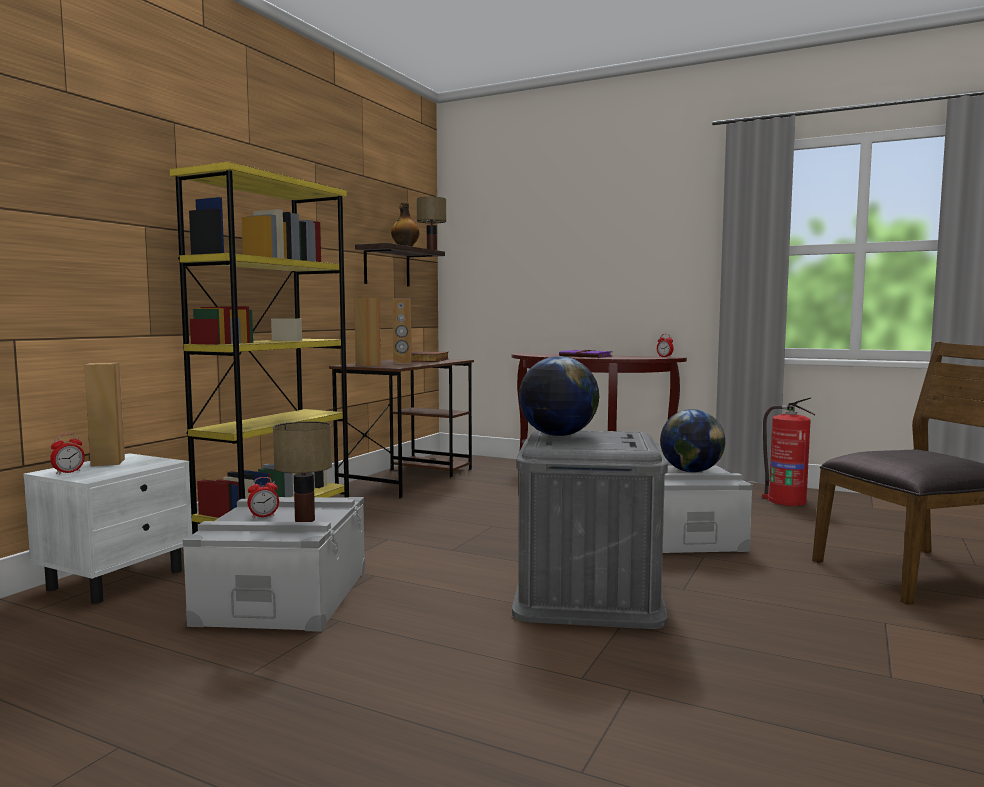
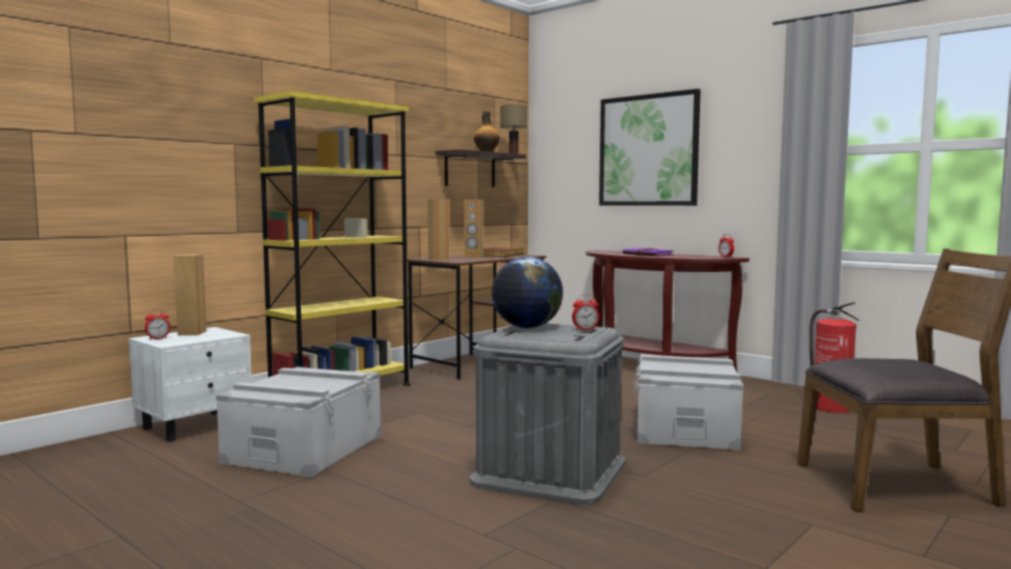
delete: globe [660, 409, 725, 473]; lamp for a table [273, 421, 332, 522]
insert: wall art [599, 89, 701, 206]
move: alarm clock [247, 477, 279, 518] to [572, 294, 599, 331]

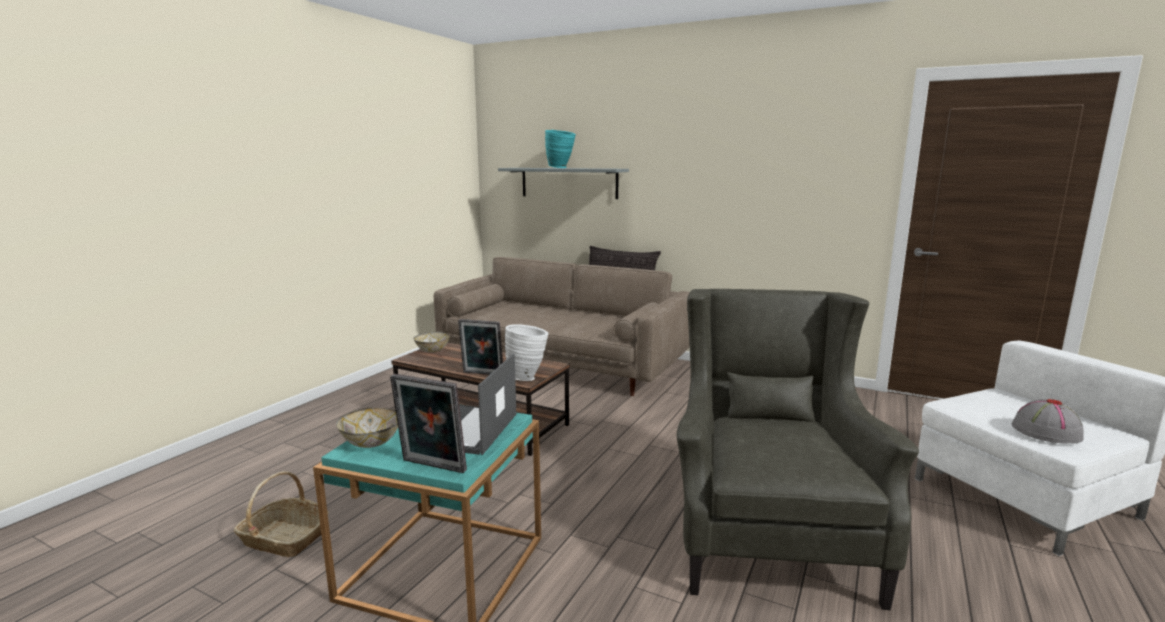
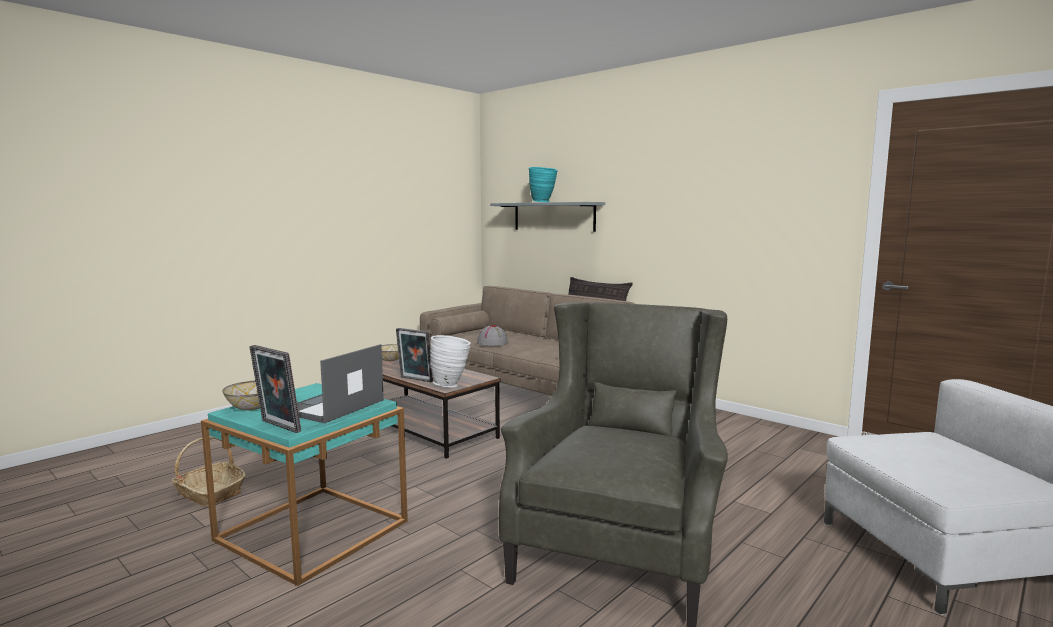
move: grey wearable hat [1012, 399, 1084, 444] to [477, 325, 508, 346]

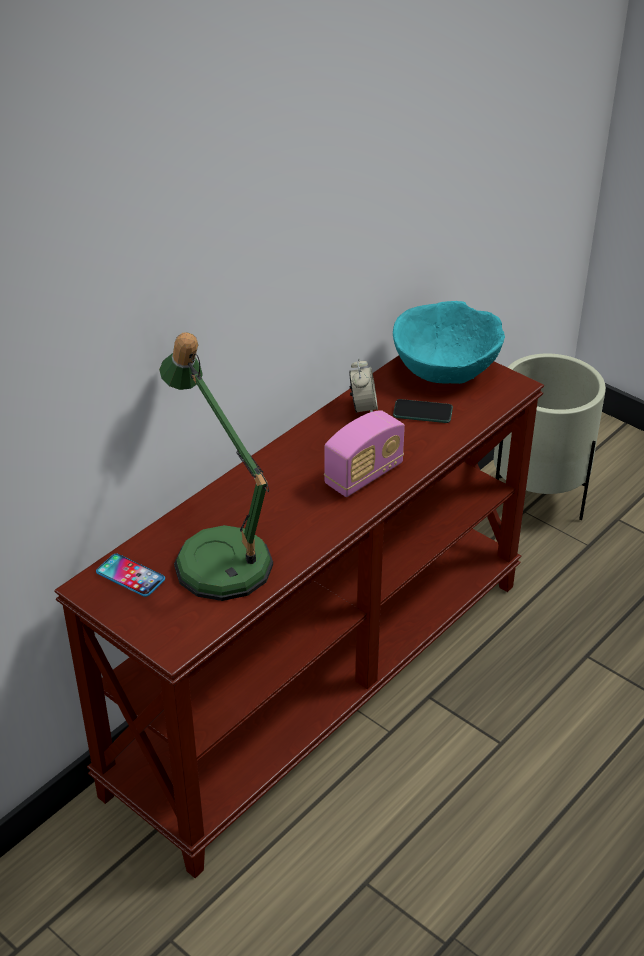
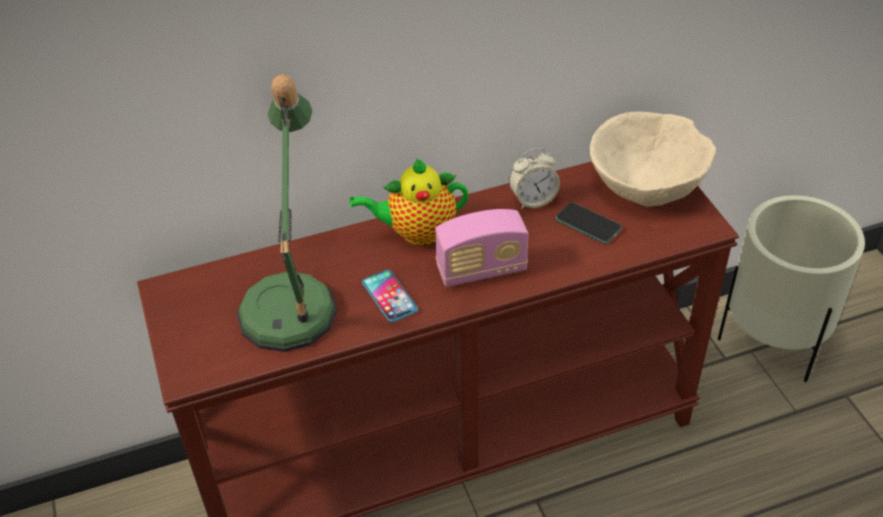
insert: teapot [349, 158, 469, 245]
move: phone [96, 554, 165, 597] to [362, 270, 418, 322]
recolor: turquoise-coloured serving bowl [393, 301, 505, 384] to beige serving bowl [590, 112, 716, 207]
rotate: alarm clock [349, 357, 378, 413] = [509, 148, 560, 209] 45 degrees clockwise

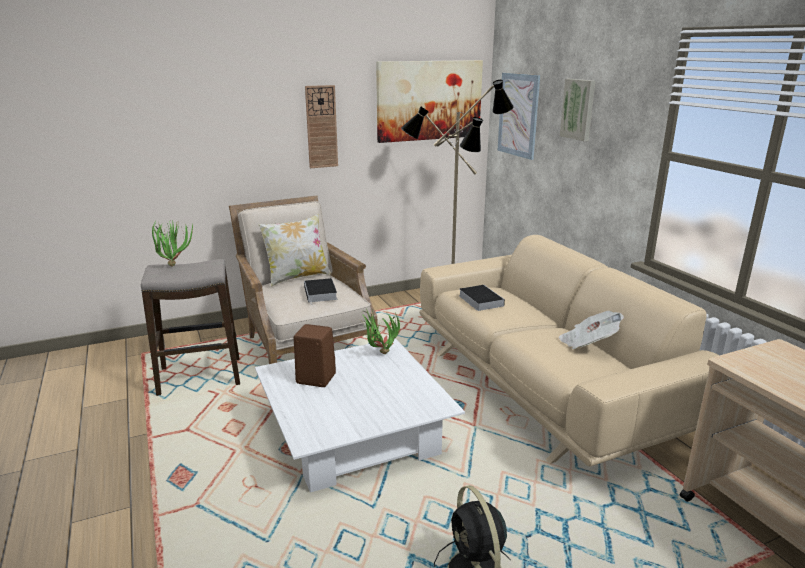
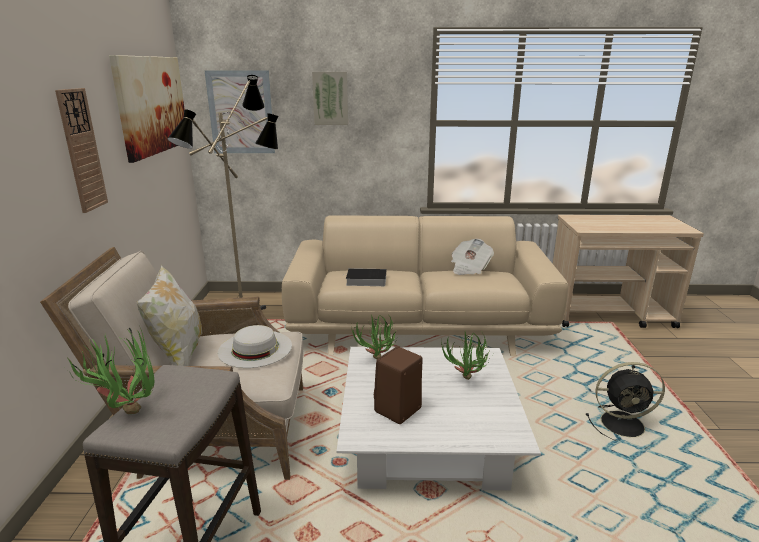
insert: plant in a pot [441, 332, 490, 380]
replace: volume [304, 278, 337, 304] to white-coloured wearable hat [218, 325, 292, 368]

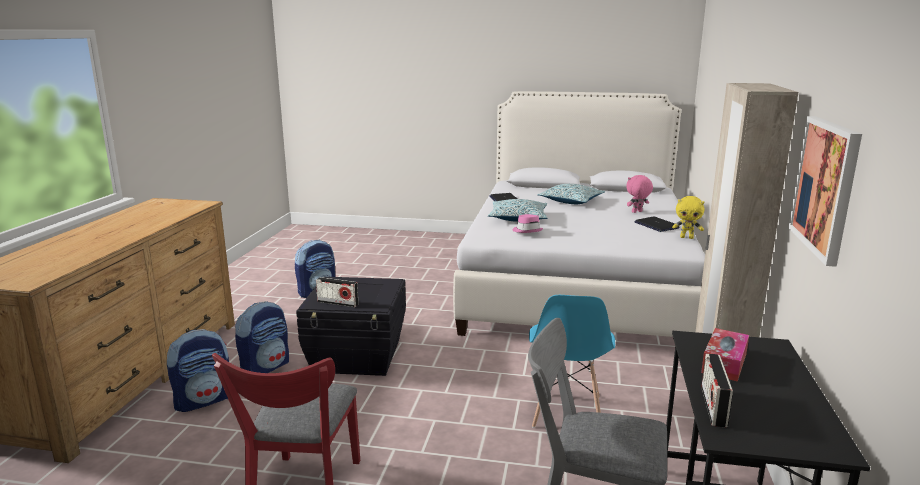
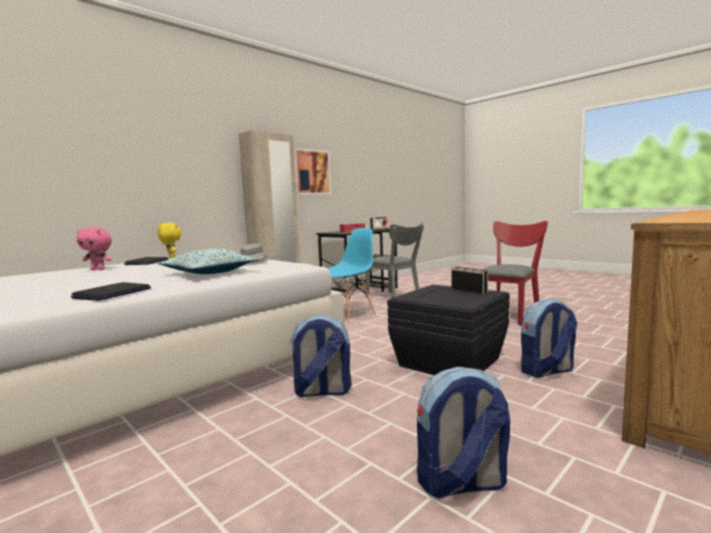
delete: throw pillow [538, 184, 605, 204]
move: backpack [167, 329, 229, 412] to [289, 315, 351, 397]
recolor: pink wearable hat [513, 214, 543, 233] to grey wearable hat [240, 244, 268, 266]

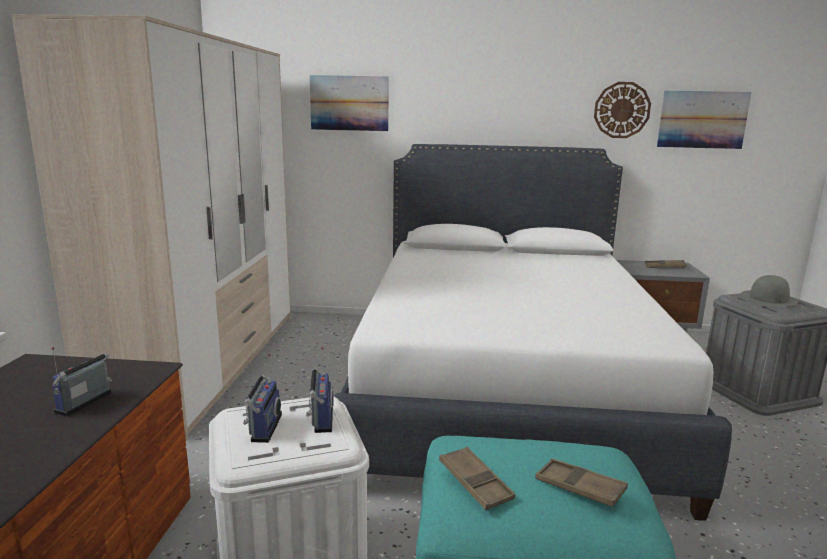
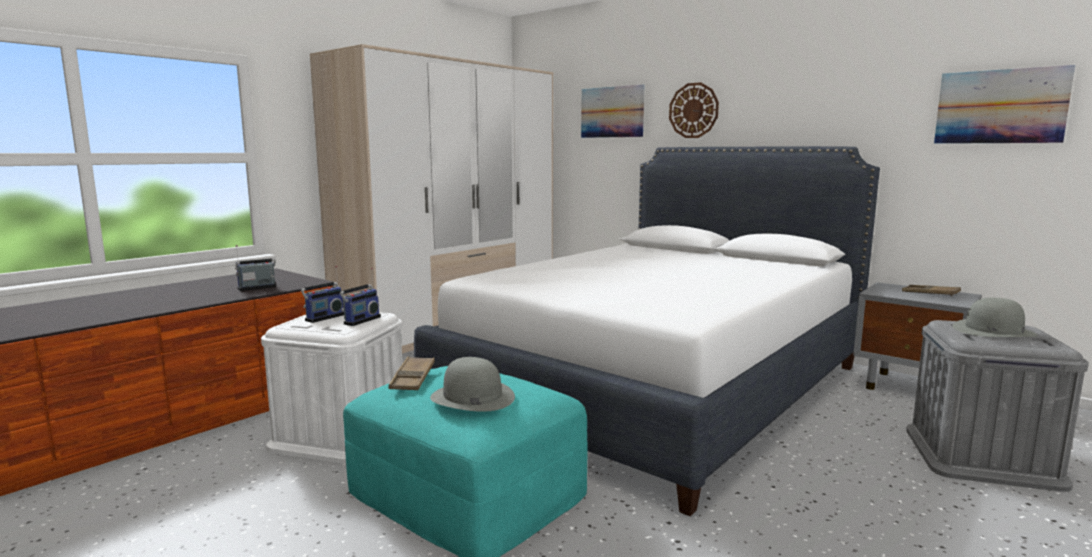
move: clock on the wall [594, 82, 651, 138] to [669, 82, 719, 138]
replace: brown serving tray [535, 459, 628, 506] to grey wearable hat [430, 357, 515, 412]

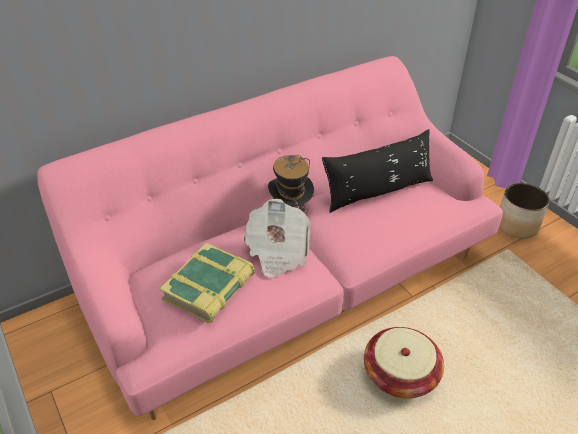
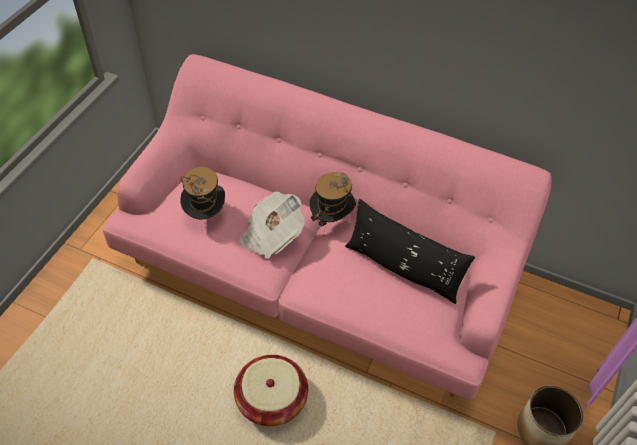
replace: volume [160, 243, 255, 323] to wearable hat [180, 167, 225, 220]

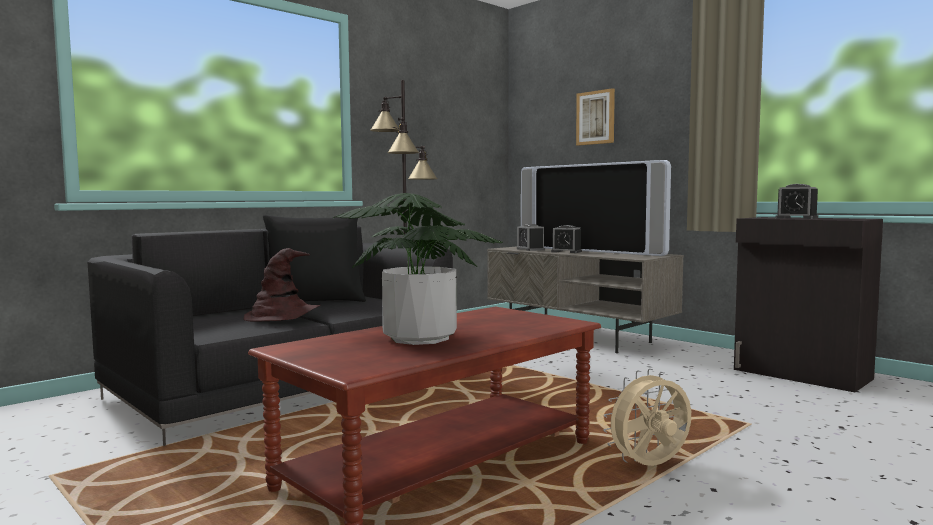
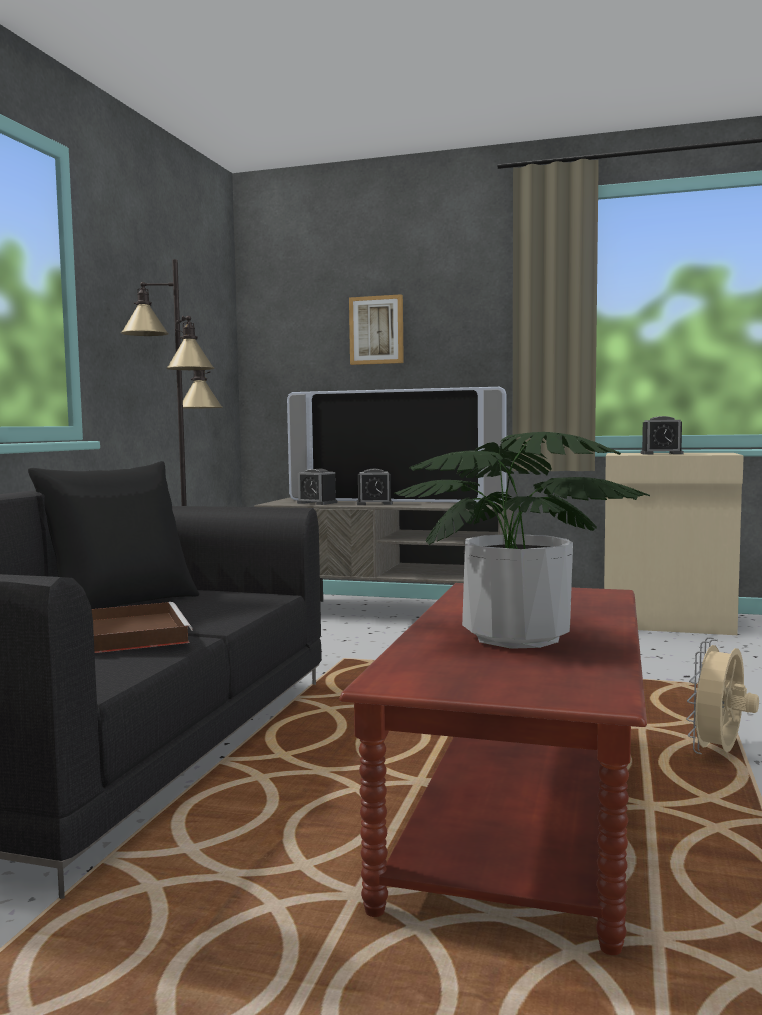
replace: brown wearable hat [243, 248, 320, 321] to brown serving tray [91, 602, 193, 653]
recolor: black cabinet [734, 217, 883, 392] to beige cabinet [604, 453, 744, 635]

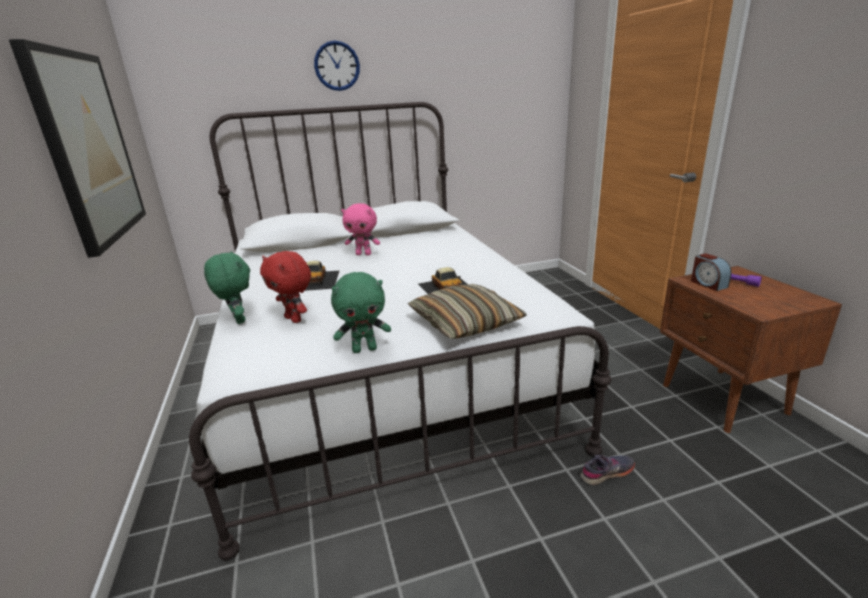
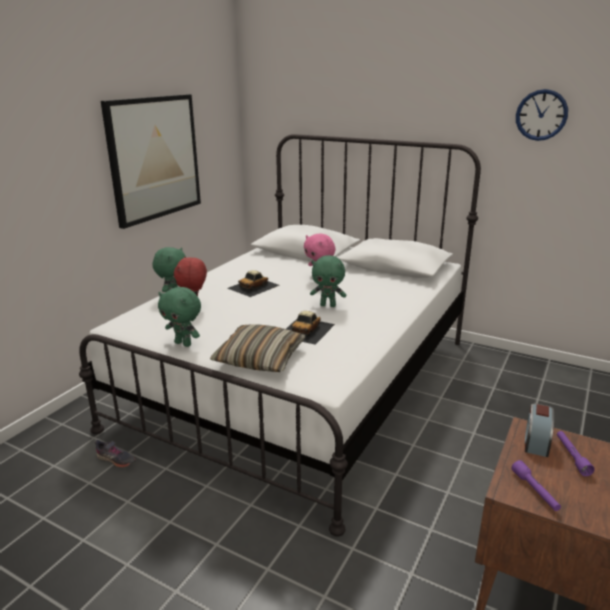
insert: green-coloured cuddly toy [310, 255, 346, 307]; purple-coloured hand torch [511, 460, 561, 511]
move: clock on the wall [314, 40, 360, 91] to [516, 89, 568, 141]; grey item of footwear [581, 455, 635, 486] to [95, 440, 136, 467]

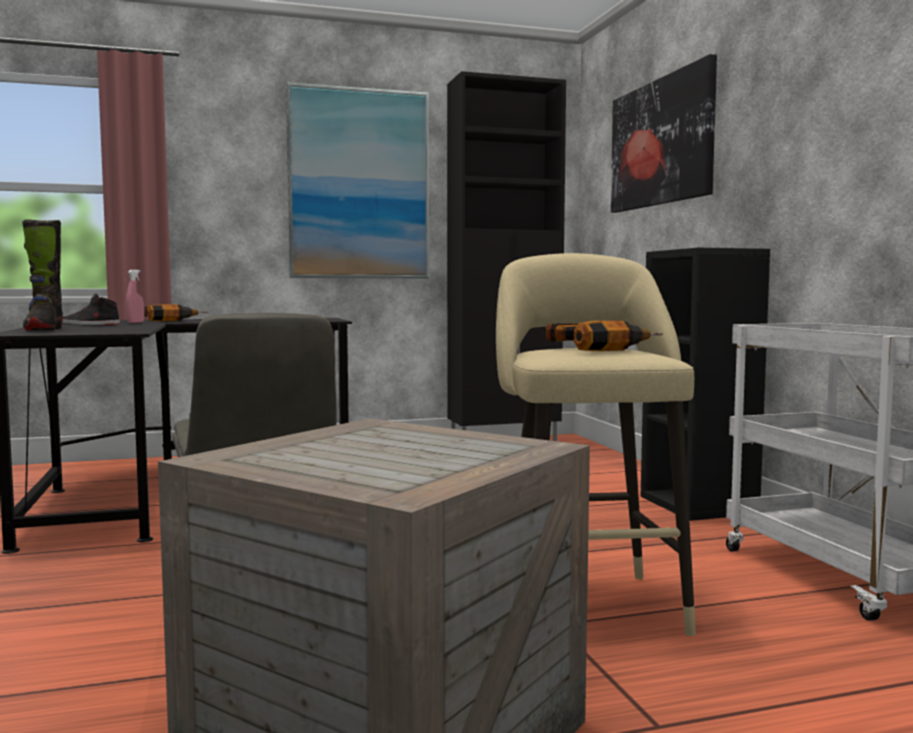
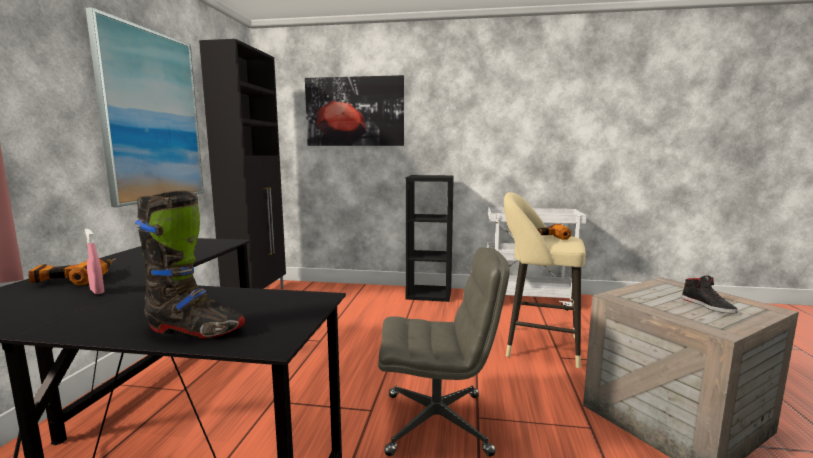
move: black item of footwear [62, 293, 120, 326] to [682, 275, 738, 314]

